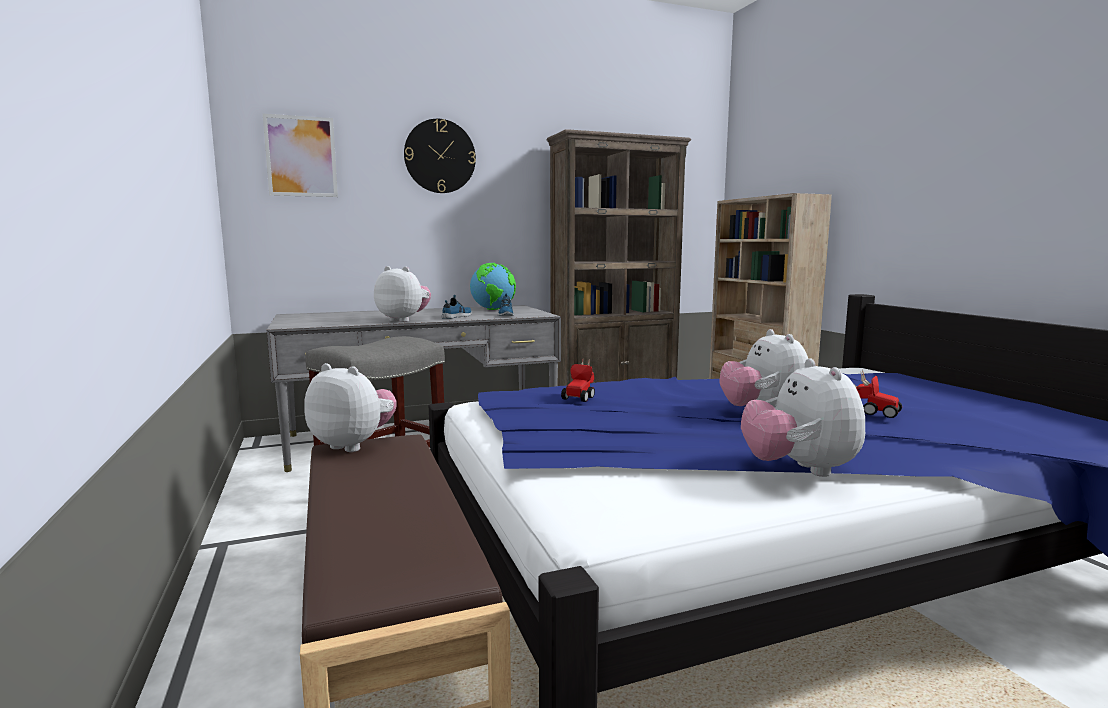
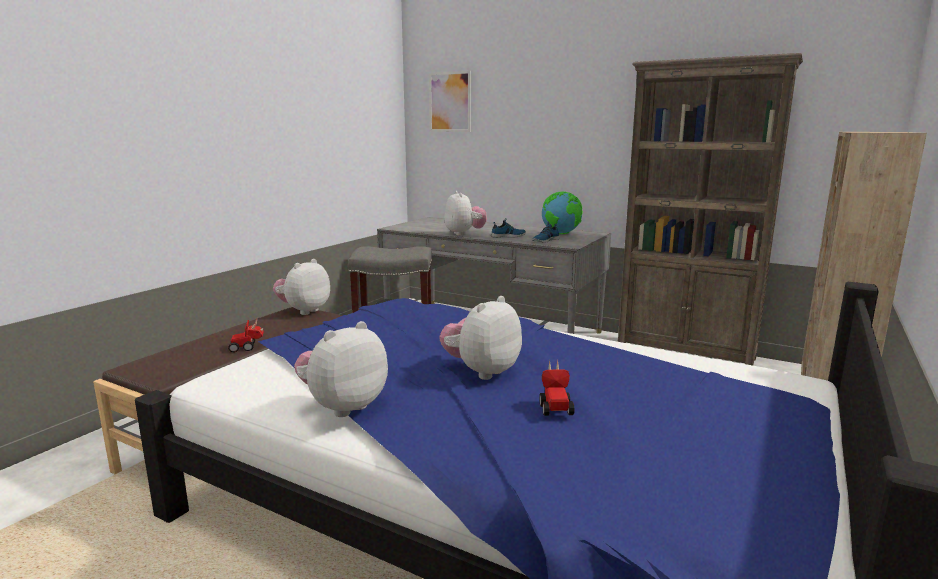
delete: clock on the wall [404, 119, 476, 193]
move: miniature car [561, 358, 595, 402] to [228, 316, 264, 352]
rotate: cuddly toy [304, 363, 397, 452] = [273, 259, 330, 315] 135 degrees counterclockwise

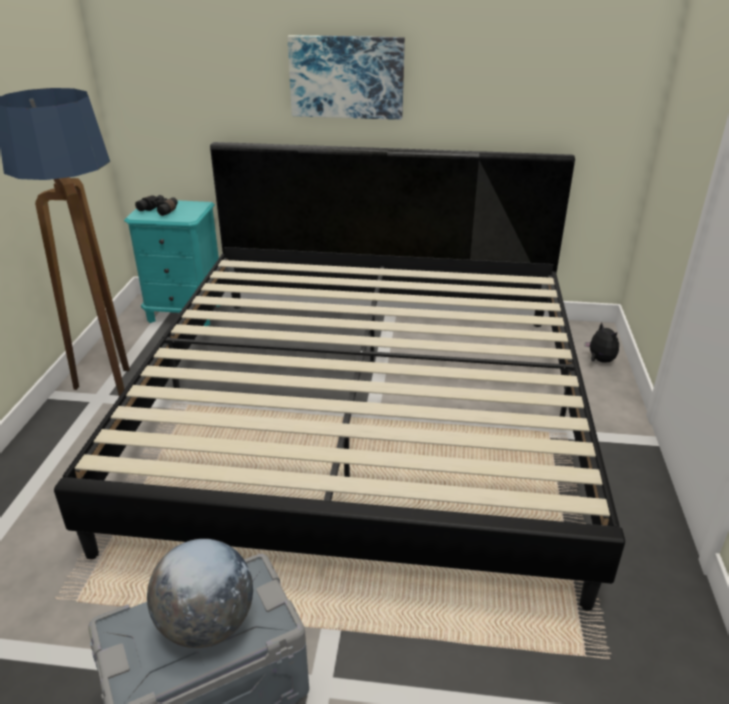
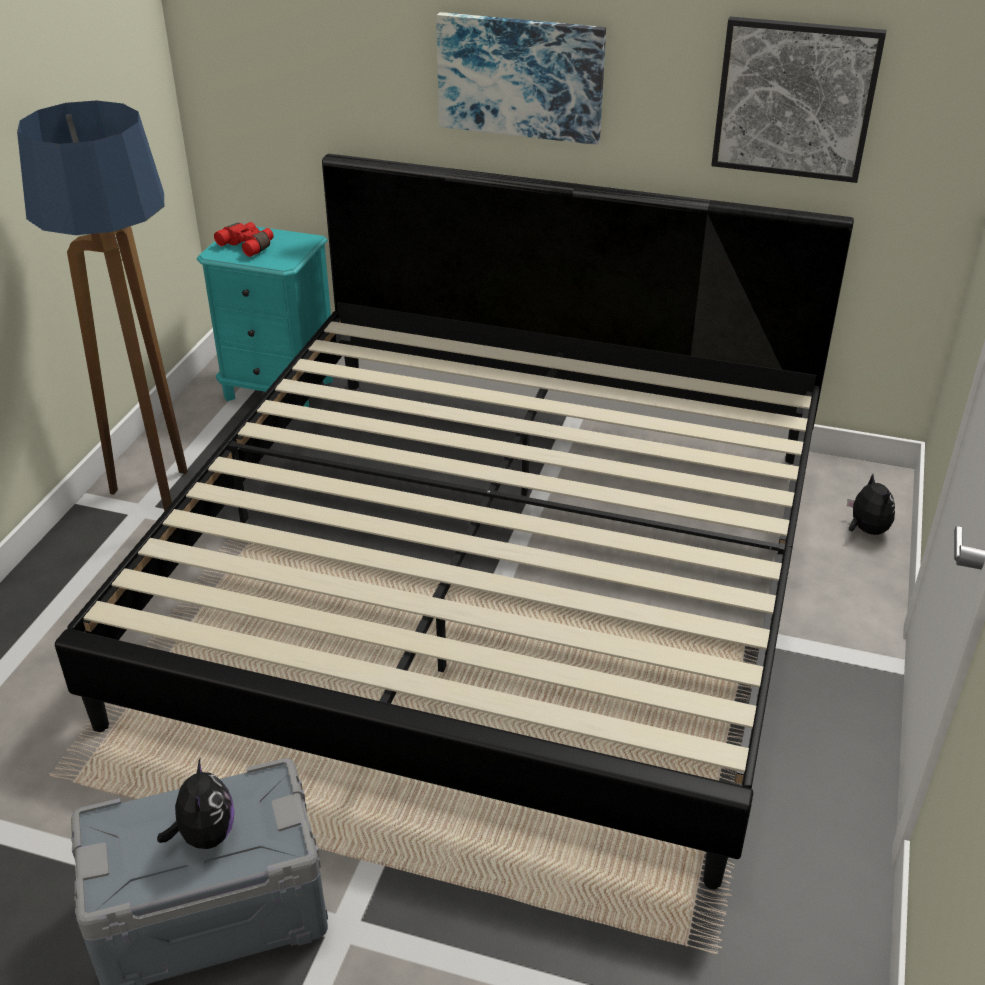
insert: wall art [711, 17, 886, 183]
replace: globe [147, 539, 253, 648] to cuddly toy [157, 759, 234, 849]
recolor: black pair of binoculars [135, 195, 178, 216] to reddish pair of binoculars [214, 222, 274, 257]

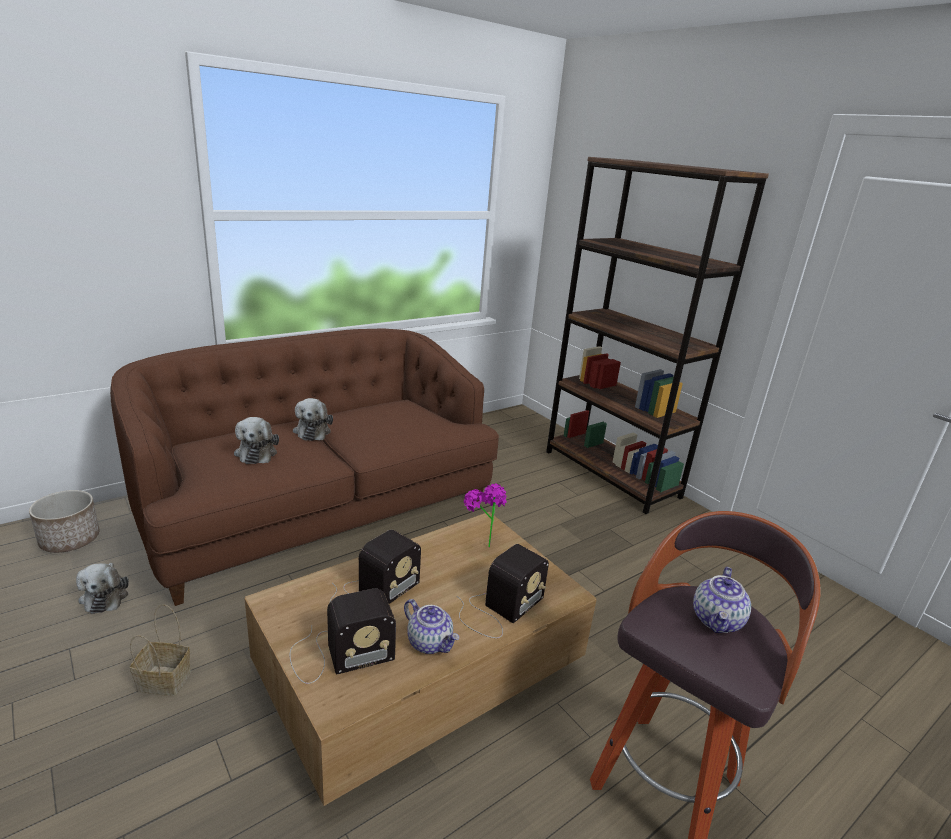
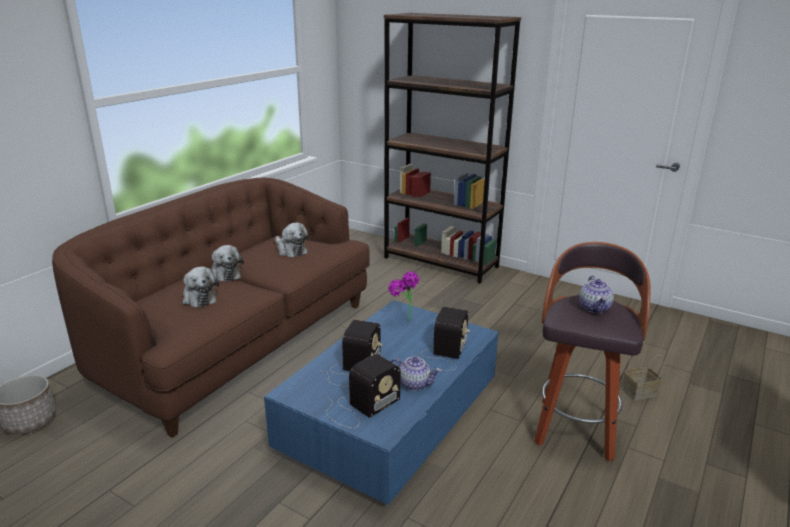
move: cuddly toy [76, 563, 129, 614] to [275, 223, 308, 257]; storage basket [130, 604, 191, 696] to [622, 342, 663, 401]
recolor: brown coffee table [244, 512, 597, 806] to bluish coffee table [264, 300, 498, 505]

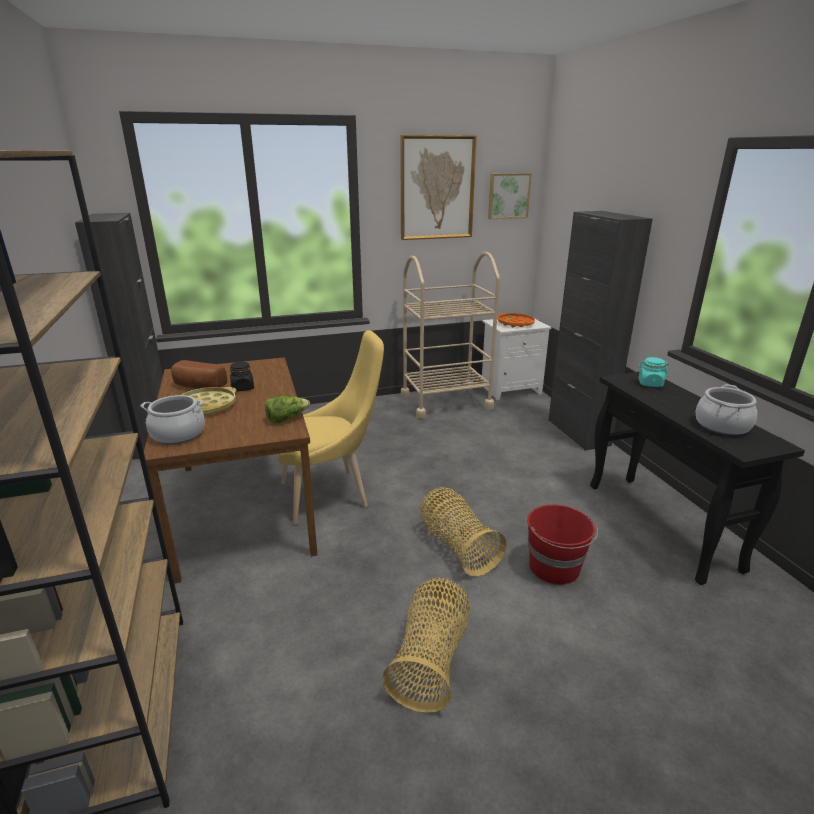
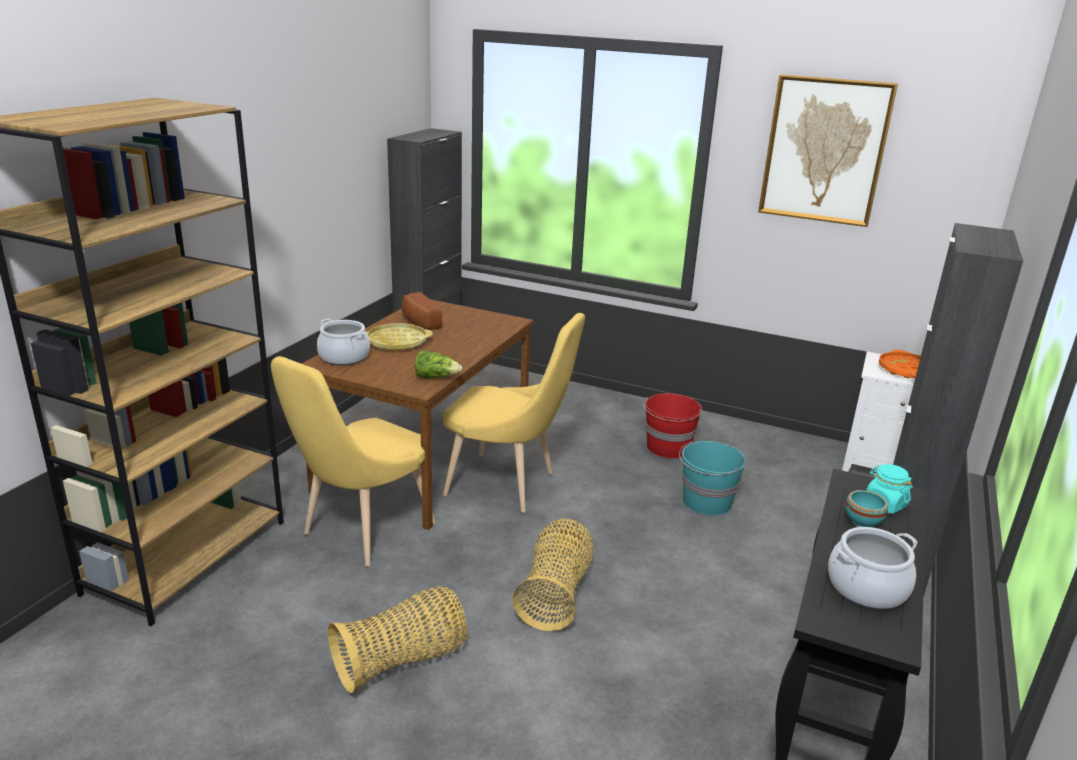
delete: wall art [488, 173, 532, 219]; beige cart [401, 252, 500, 419]; black storage jar [230, 361, 254, 391]
insert: yellow-coloured upright chair [271, 356, 436, 566]; turquoise-coloured water bucket [679, 441, 746, 516]; turquoise-coloured serving bowl [845, 490, 888, 527]
move: reddish water bucket [527, 504, 598, 585] to [643, 393, 702, 458]

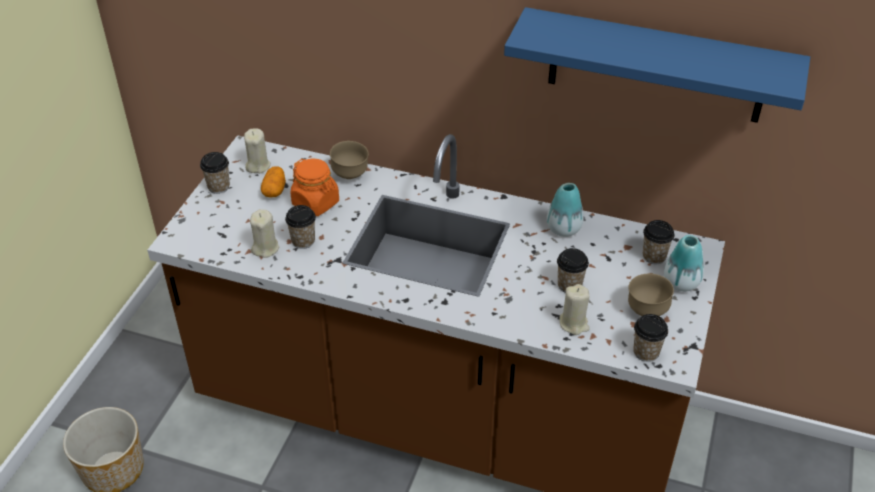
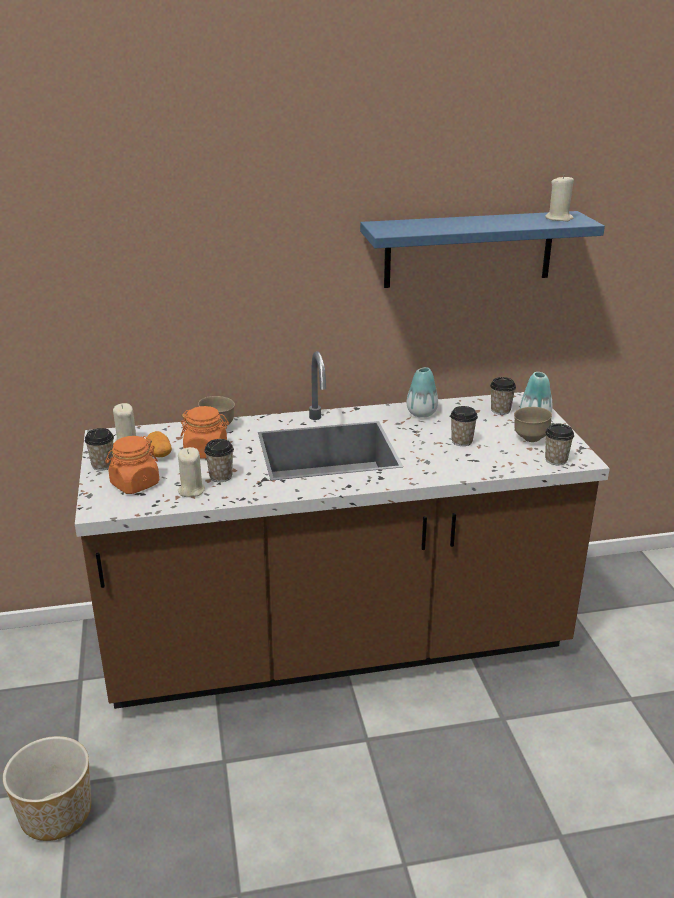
insert: orange storage jar [105, 436, 159, 494]
move: beige wax candle [559, 284, 590, 335] to [545, 175, 574, 221]

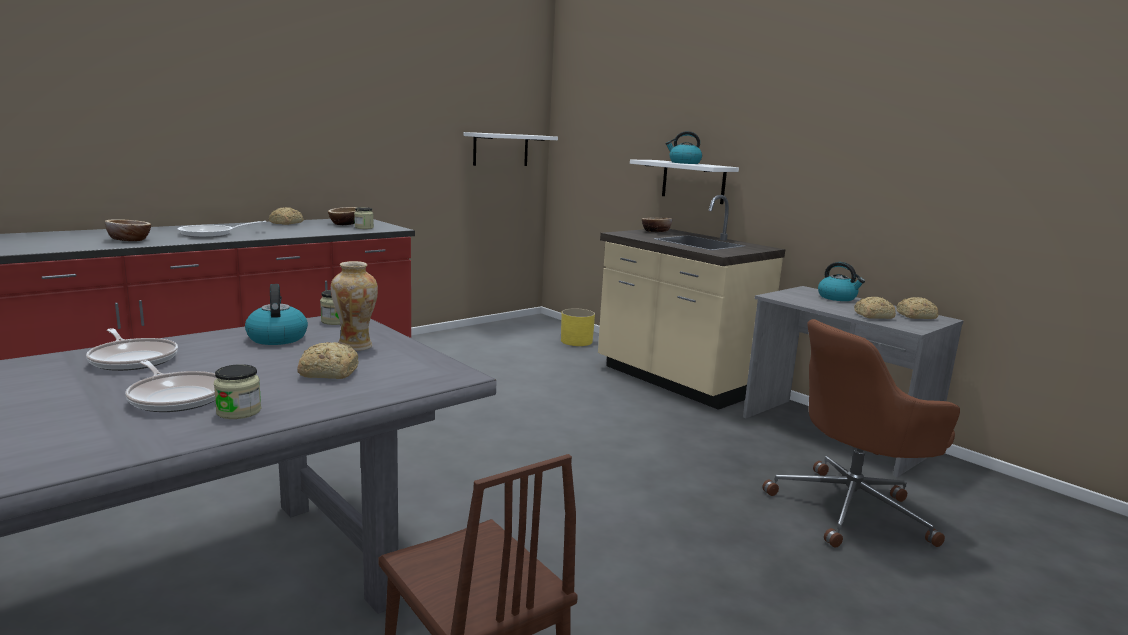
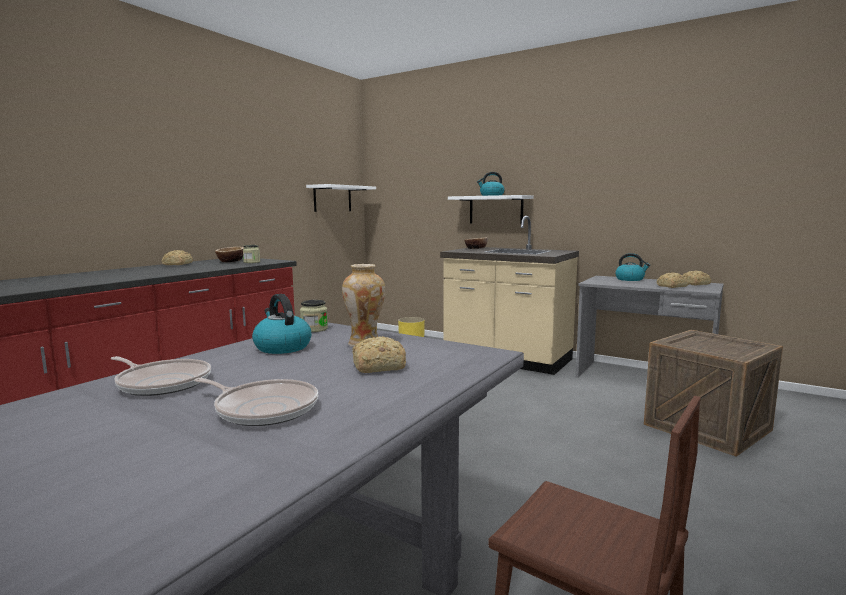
delete: serving bowl [105, 219, 151, 241]; frying pan [178, 221, 267, 238]; storage jar [214, 364, 261, 419]
replace: brown computer chair [762, 319, 960, 548] to crate [644, 330, 783, 457]

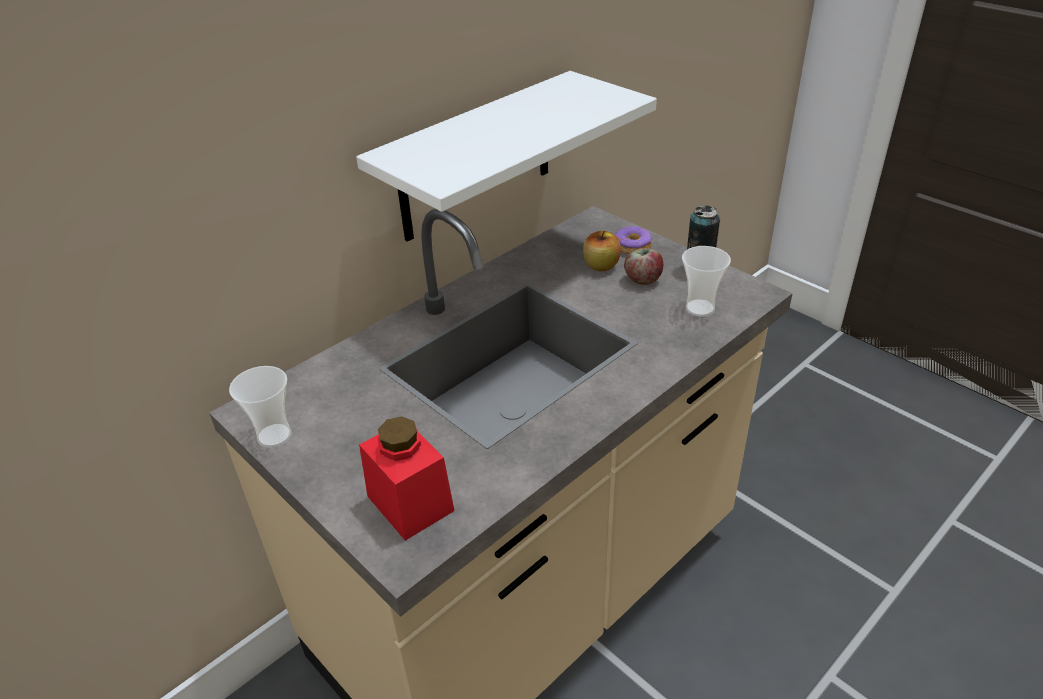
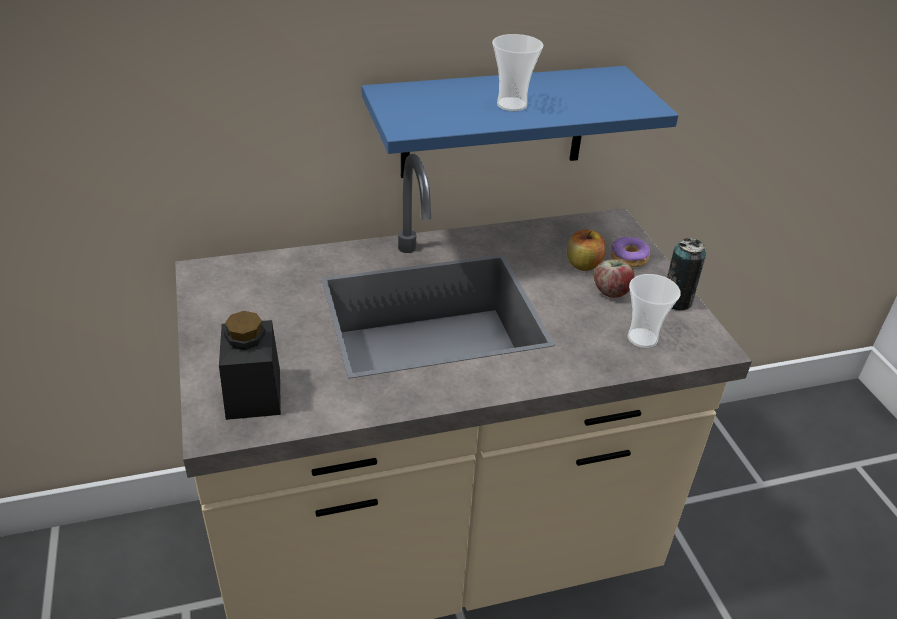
move: small cup [229, 366, 291, 448] to [492, 34, 543, 111]
recolor: white-coloured bracket shelf [356, 71, 657, 242] to bluish bracket shelf [362, 66, 679, 178]; reddish storage jar [359, 416, 455, 541] to black storage jar [219, 311, 281, 420]

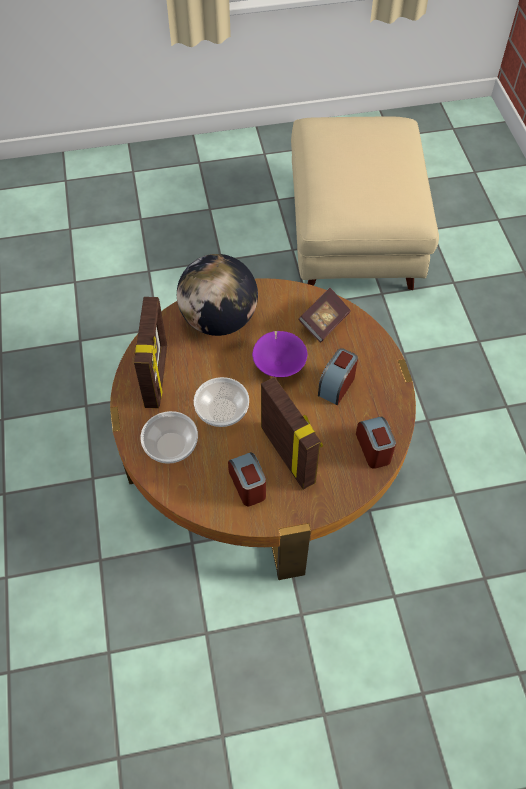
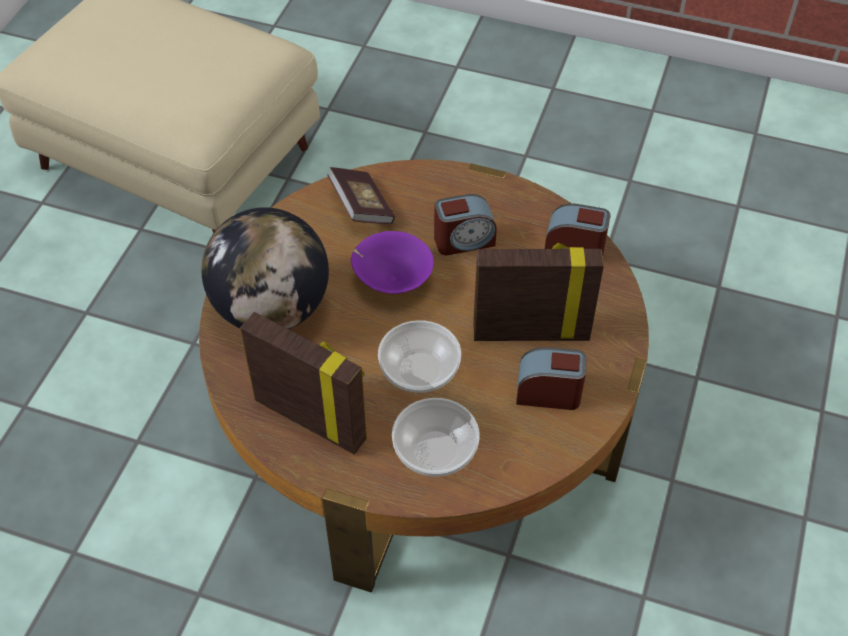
rotate: alarm clock [318, 348, 358, 405] = [434, 194, 497, 255] 75 degrees counterclockwise

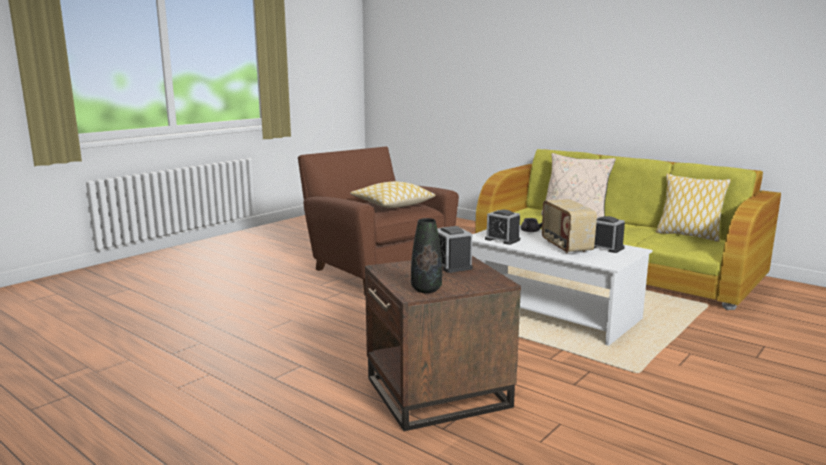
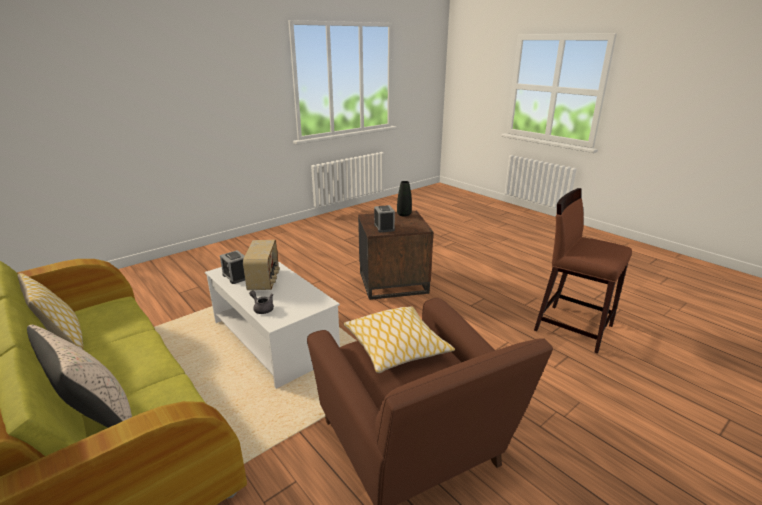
delete: alarm clock [485, 210, 520, 245]
insert: brown sitting stool [534, 188, 632, 354]

